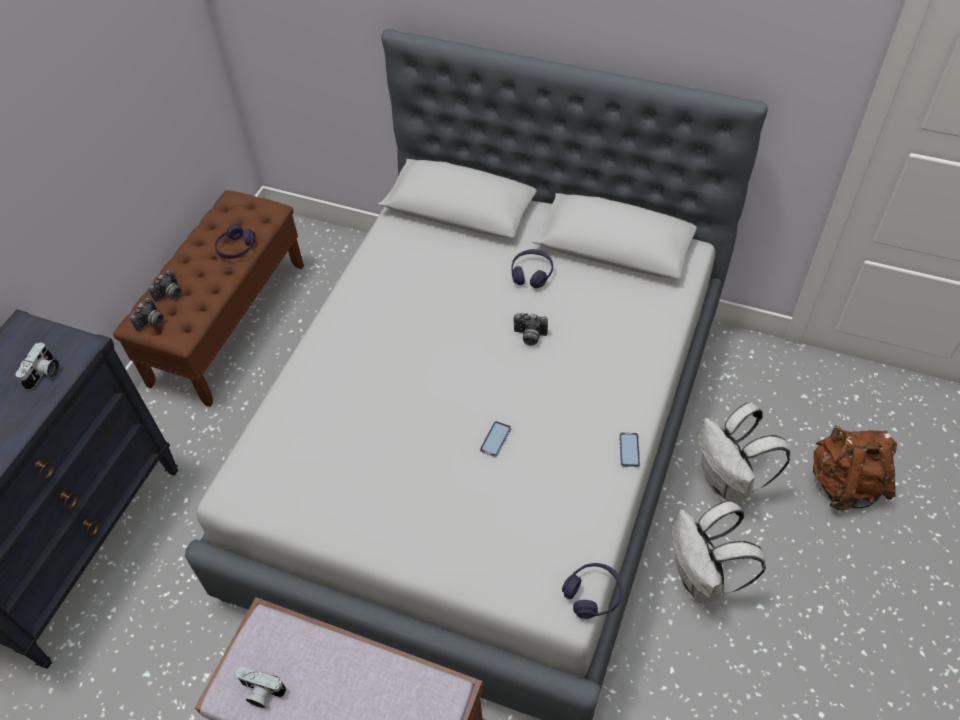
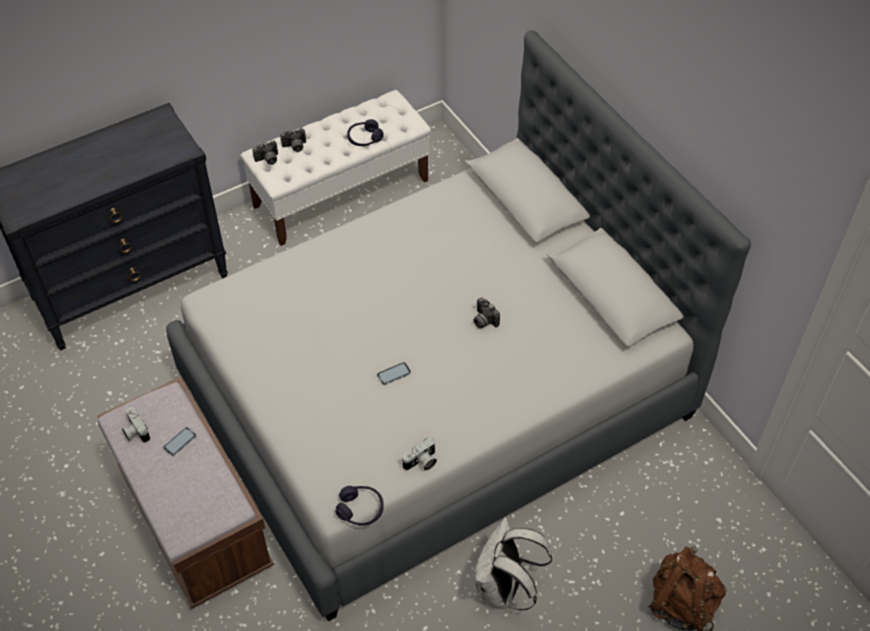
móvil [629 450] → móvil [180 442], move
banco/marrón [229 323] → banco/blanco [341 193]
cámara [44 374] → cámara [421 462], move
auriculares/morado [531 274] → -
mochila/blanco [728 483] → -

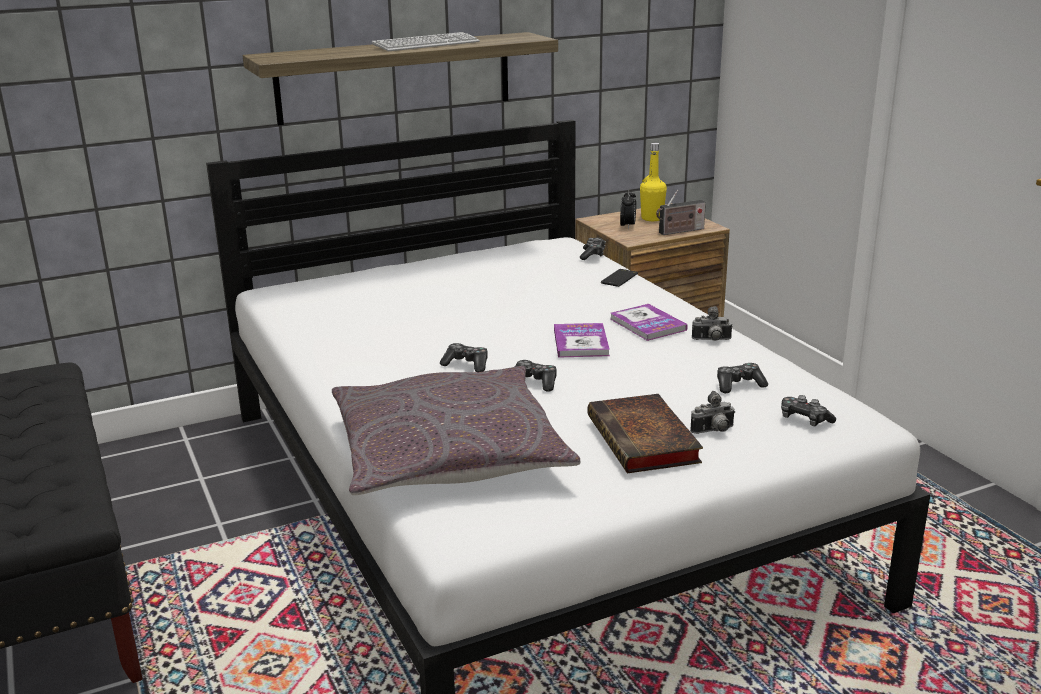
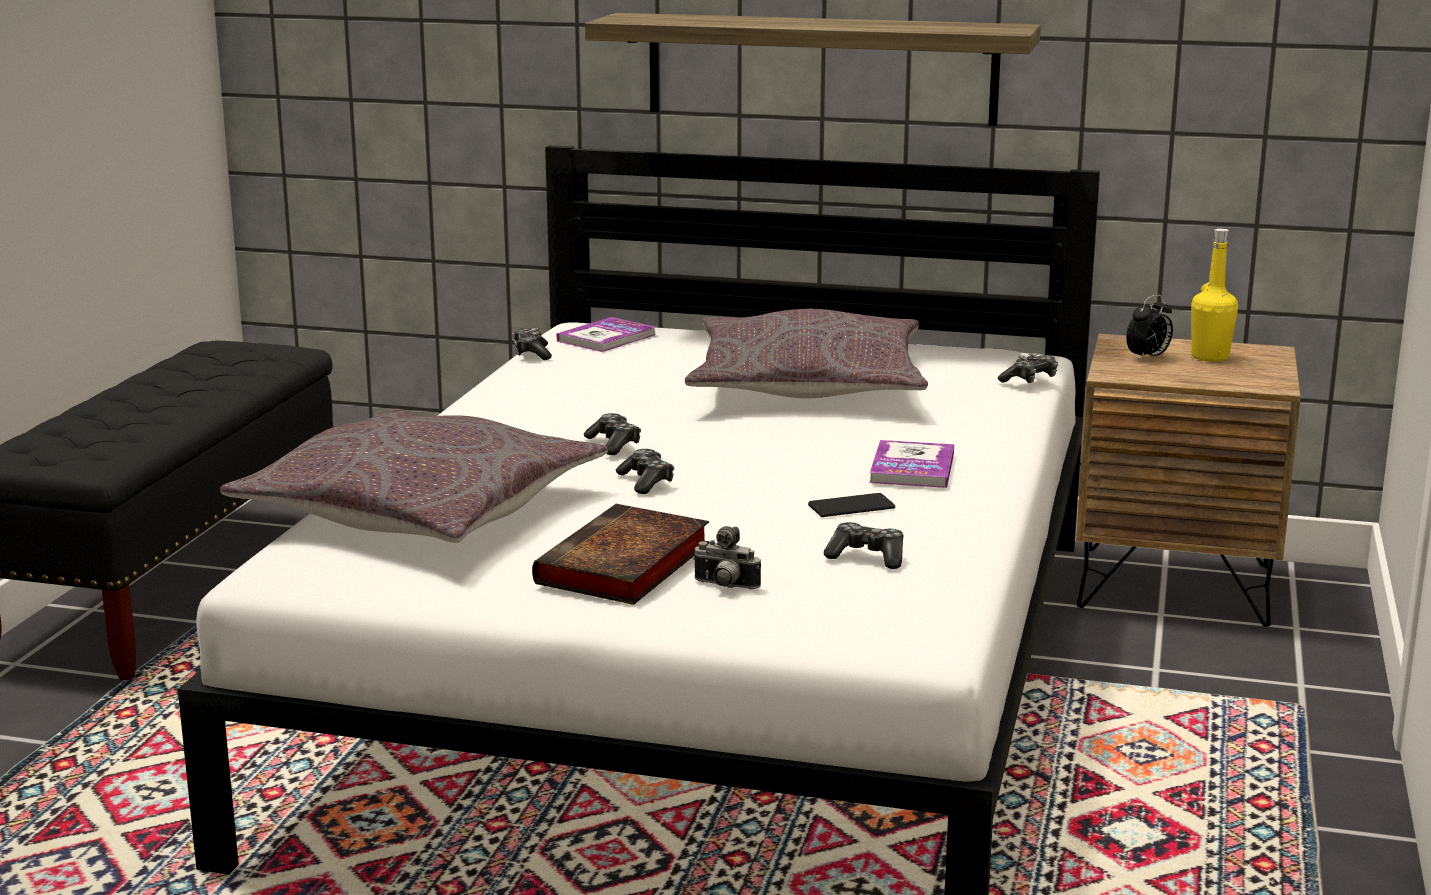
mando de consola [804 419] → mando de consola [531 353], move
libro [581 342] → libro [606 338], move
- → cojín/gris [807 385]
móvil [619 278] → móvil [851 507], move
teclado [426 44] → -
radio [679 231] → -
cámara [711 340] → -

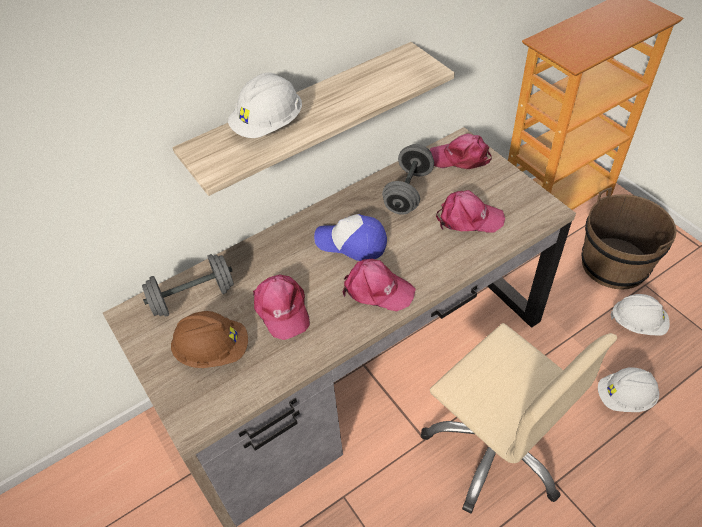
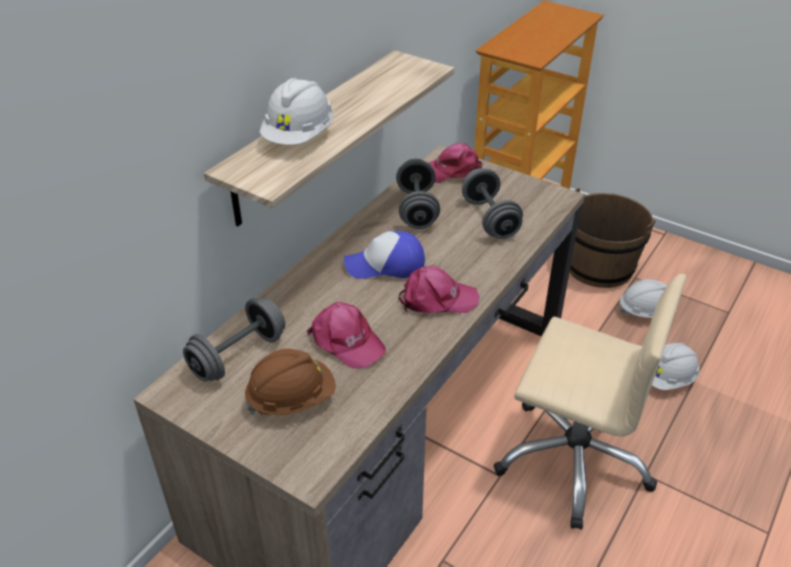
gorra/rosa [468 218] → mancuerna/gris [490 219]

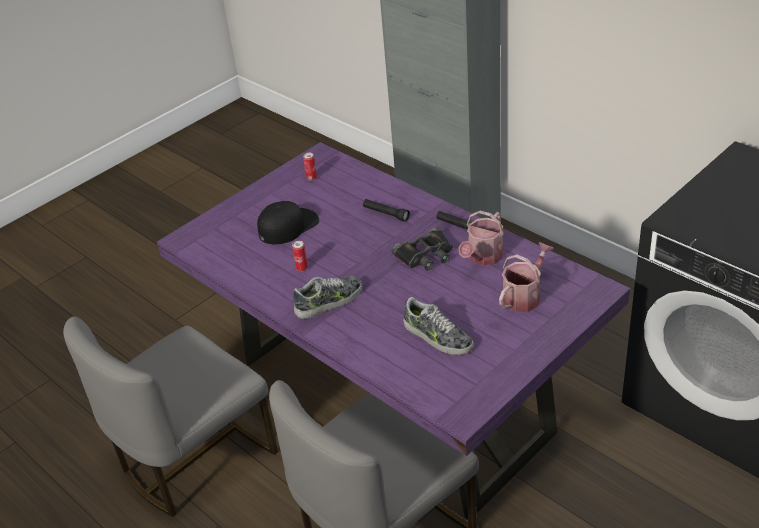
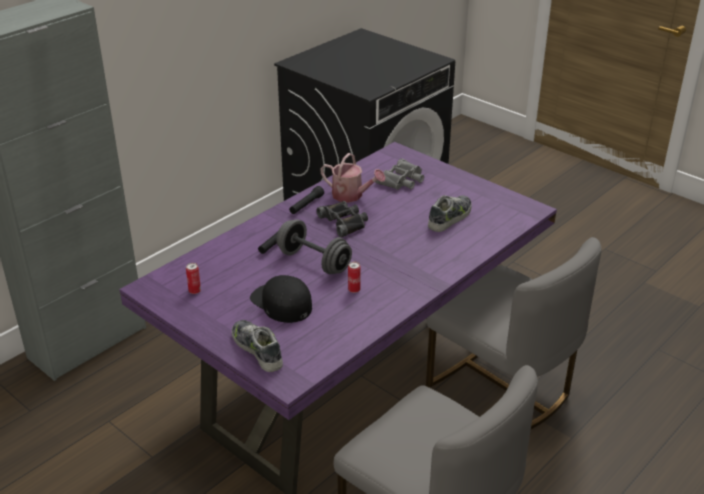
zapato [329 301] → zapato [258 350], move
- → mancuerna/gris [314 261]
regadera [524 296] → prismáticos/gris [402 180]

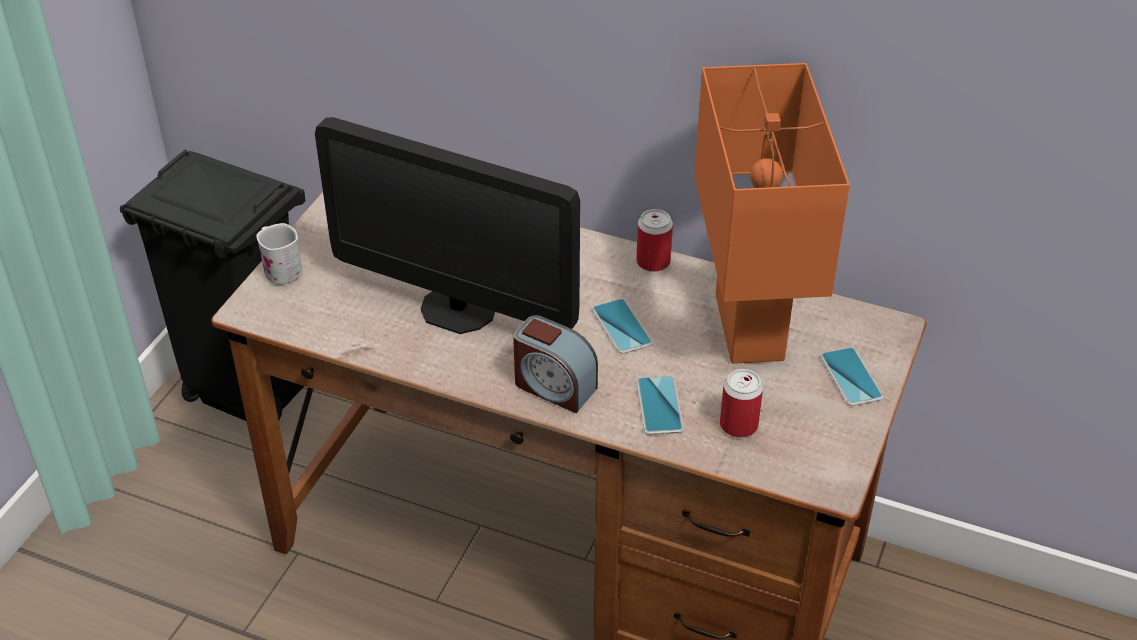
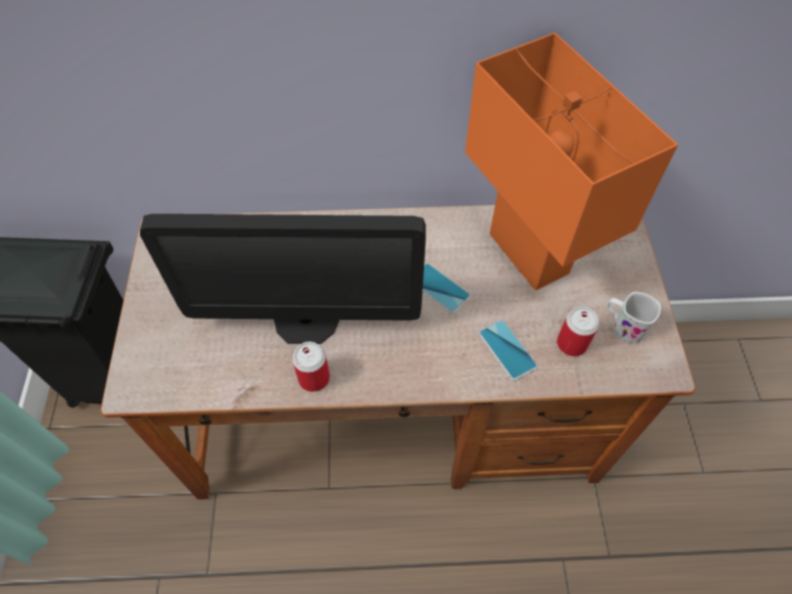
lata [653 262] → lata [314 378], move
taza grande/blanco [280 268] → taza grande/blanco [623 326], move
despertador [554 386] → -
móvil [850 377] → -

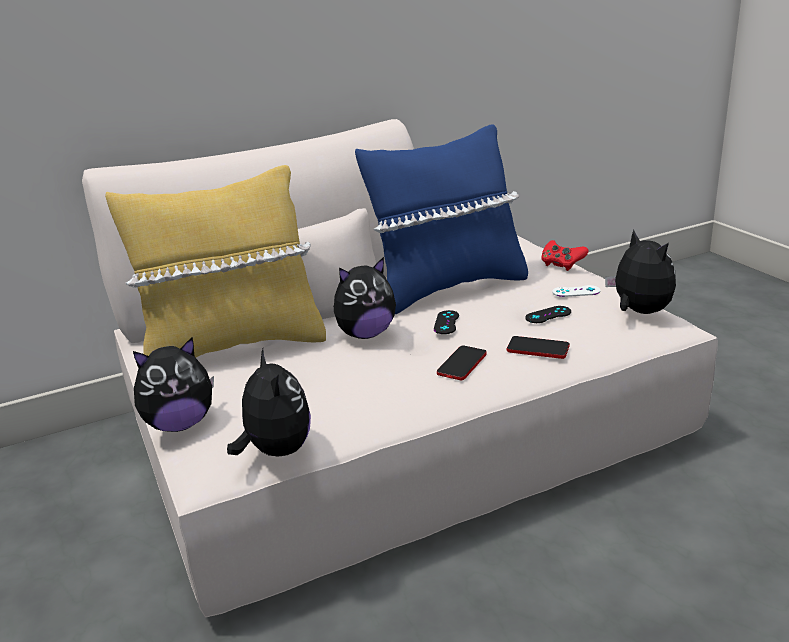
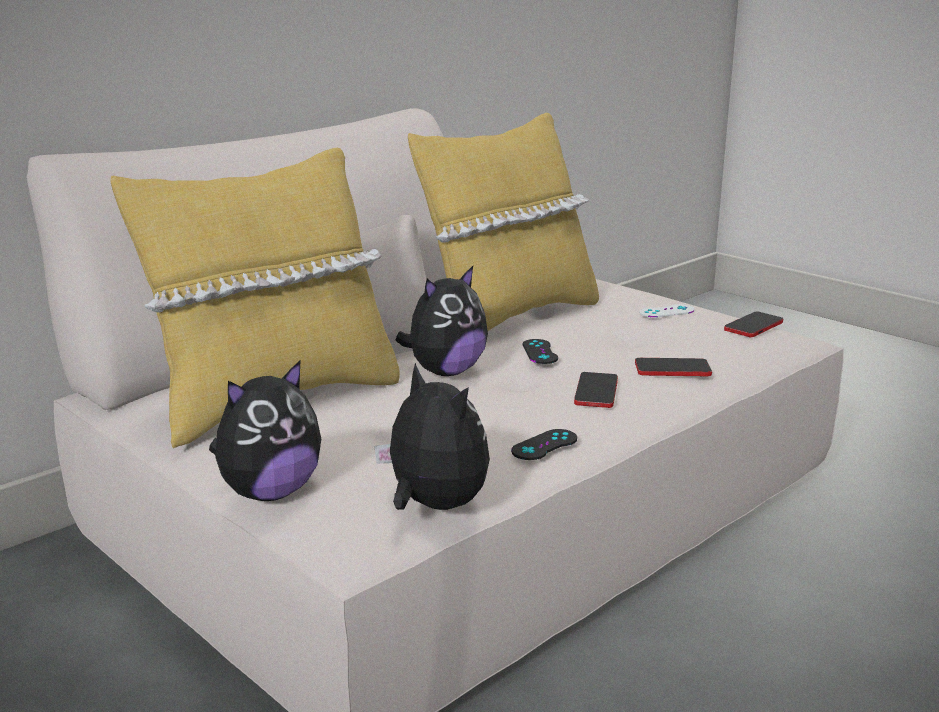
cojín/azul [448 288] → cojín/amarillo [508 318]
mando de consola/negro [548 315] → mando de consola/negro [544 445], move
peluche [639 312] → móvil [753 326]
mando de consola/rojo [561 265] → -

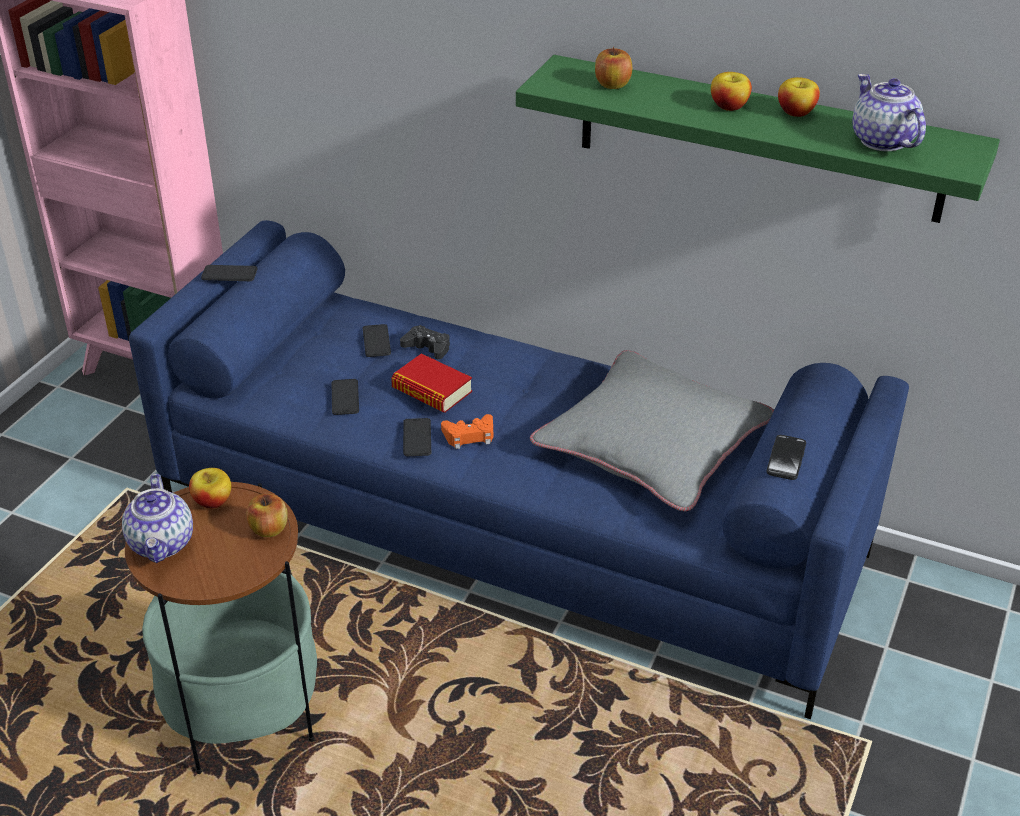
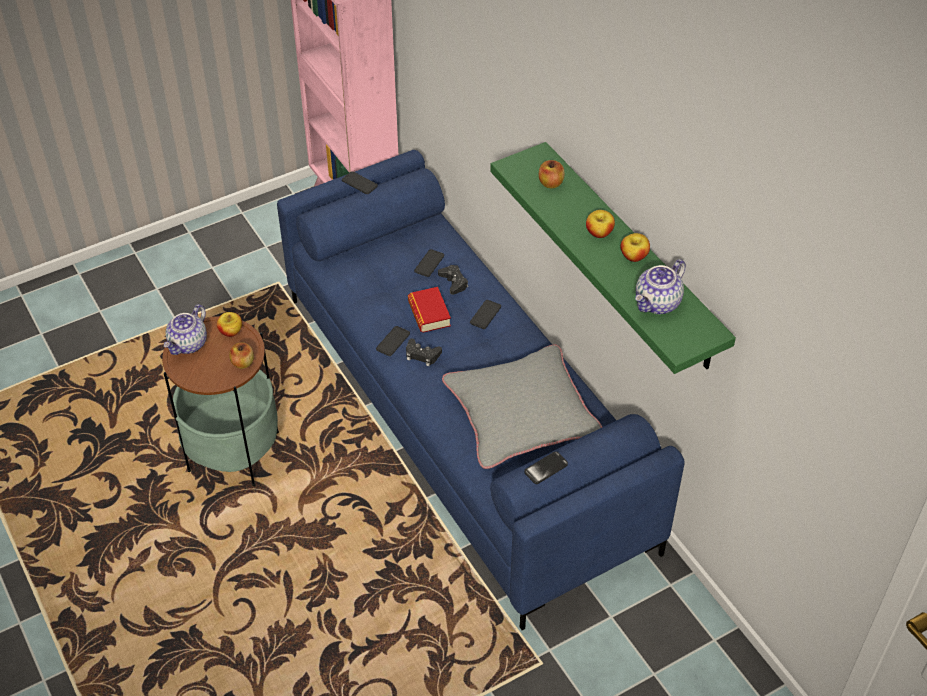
mando de consola/naranja [469 436] → mando de consola/negro [422 355]
móvil [345 397] → móvil [485 315], move
tetera [881 141] → tetera [658 303], 150 degrees counterclockwise

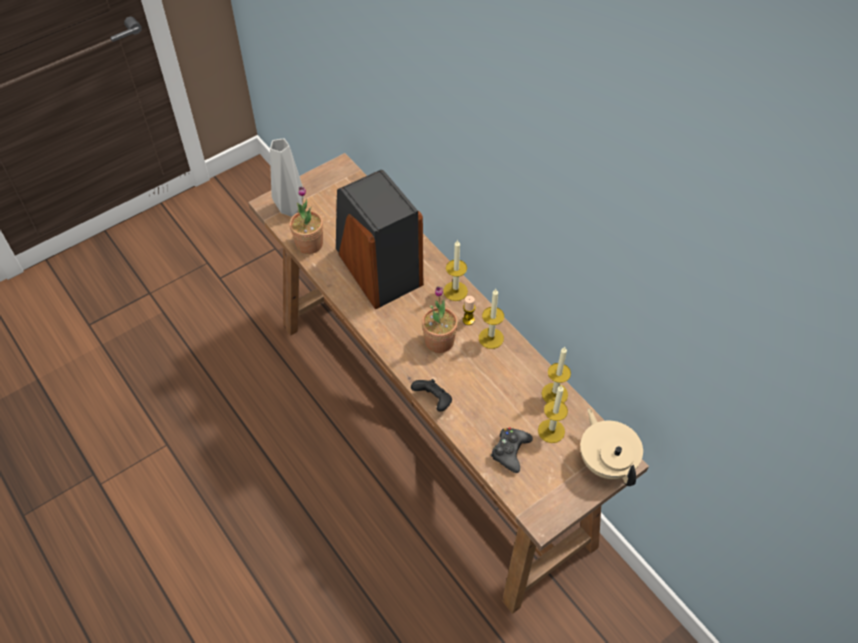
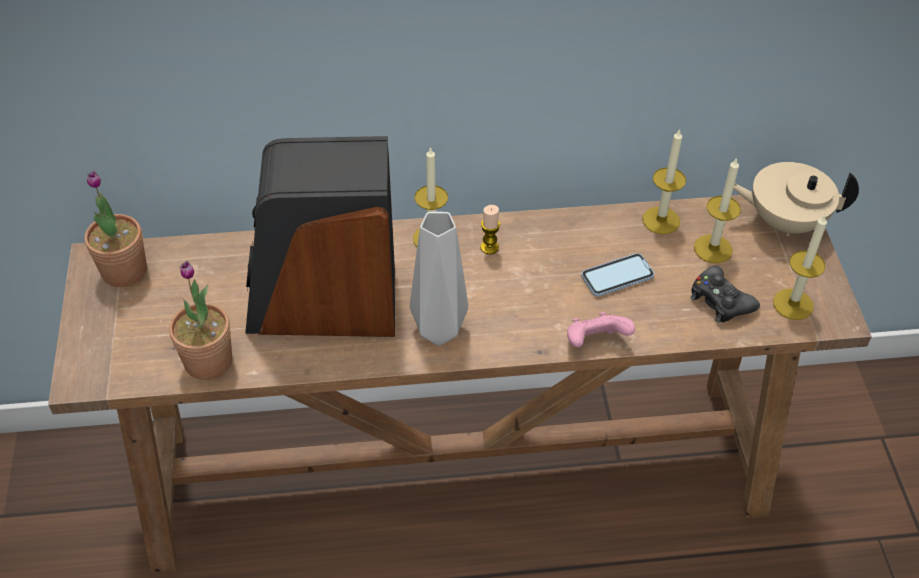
planta en maceta [439 341] → planta en maceta [124 271], move
florero/gris [289 208] → florero/gris [437 332], move
mando de consola/negro [433 401] → mando de consola/rosa [595 342]
- → móvil [617 276]
vela [491 338] → vela [793 304], move

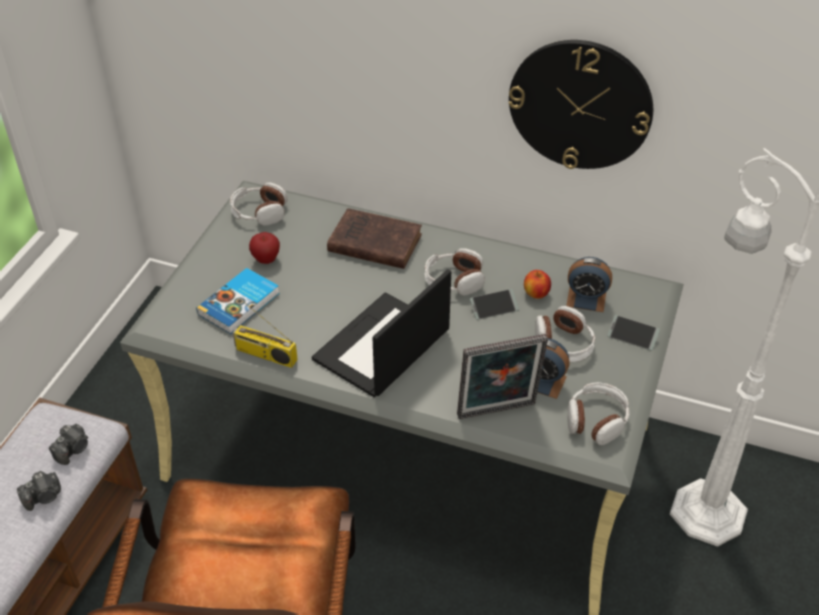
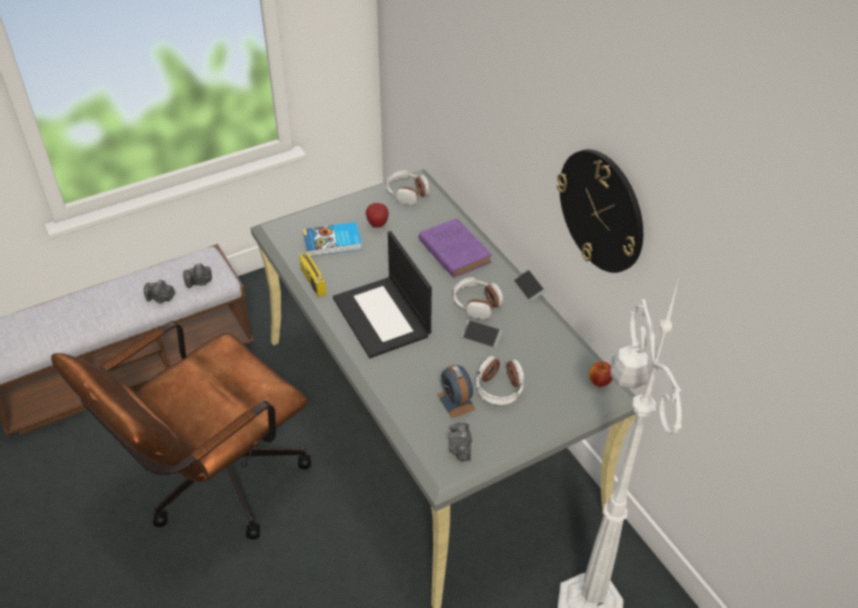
portátil [382 347] → portátil [383 317], 105 degrees counterclockwise
libro/marrón [372 243] → libro/morado [453 250]
auriculares [596 420] → cámara [460 448]
móvil [632 336] → móvil [528 288], move
manzana [536 294] → manzana [599 382], move
portarretratos [497 413] → -
despertador [586 299] → -

